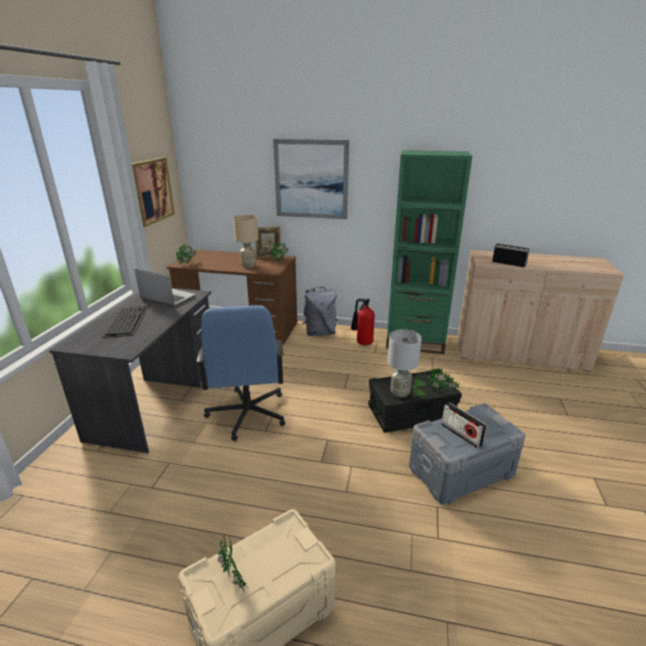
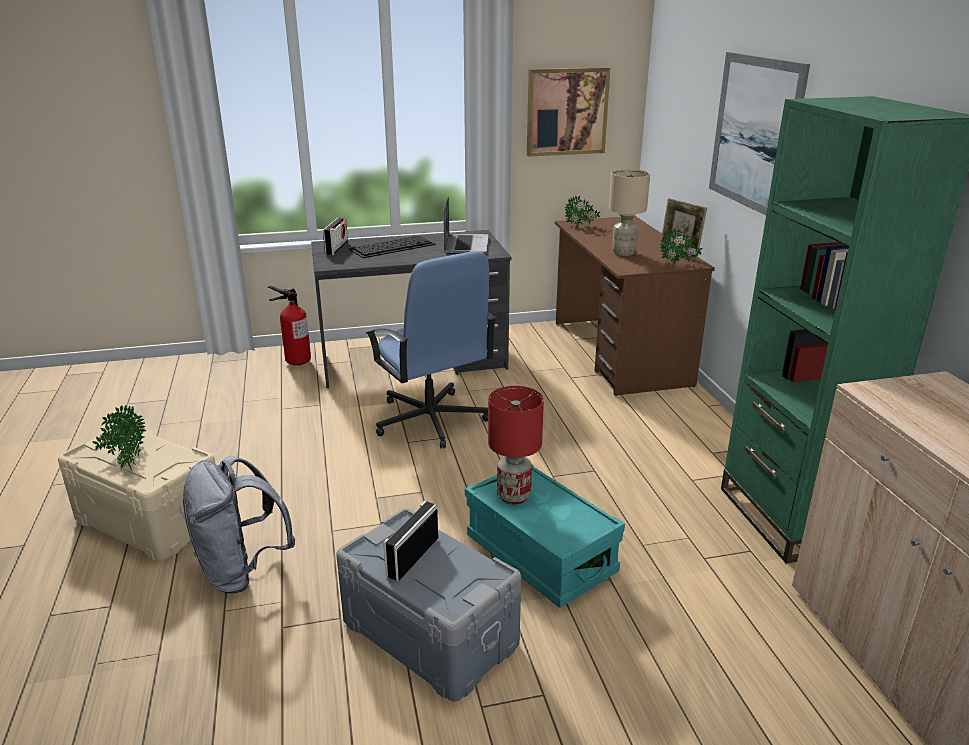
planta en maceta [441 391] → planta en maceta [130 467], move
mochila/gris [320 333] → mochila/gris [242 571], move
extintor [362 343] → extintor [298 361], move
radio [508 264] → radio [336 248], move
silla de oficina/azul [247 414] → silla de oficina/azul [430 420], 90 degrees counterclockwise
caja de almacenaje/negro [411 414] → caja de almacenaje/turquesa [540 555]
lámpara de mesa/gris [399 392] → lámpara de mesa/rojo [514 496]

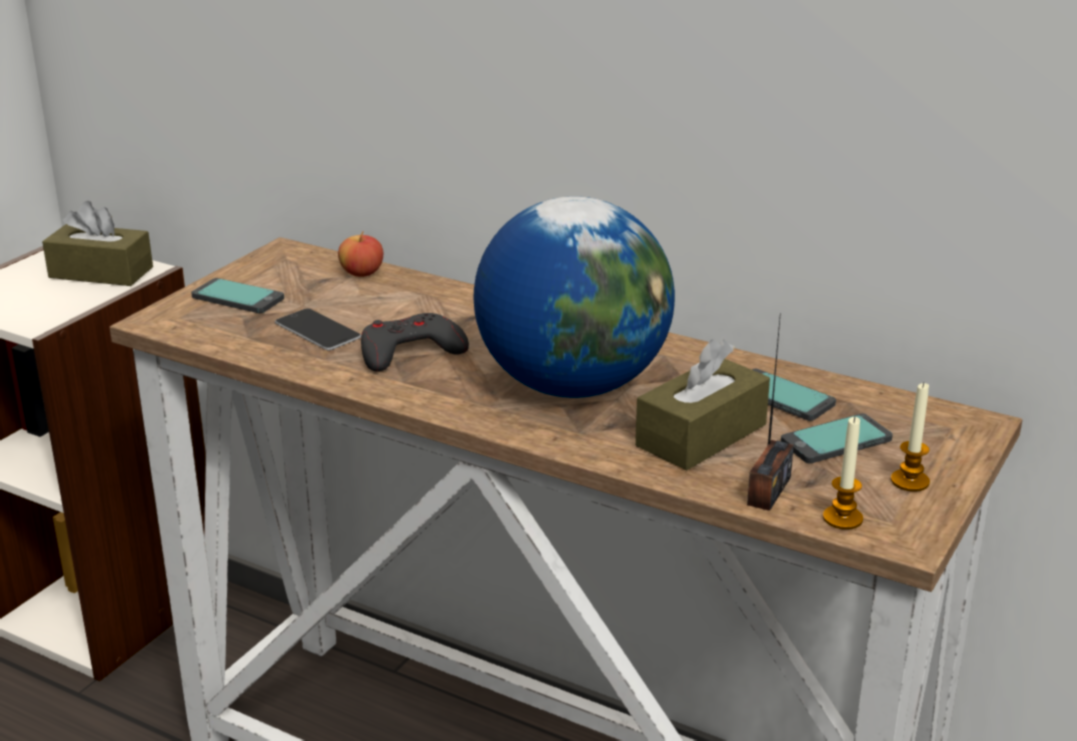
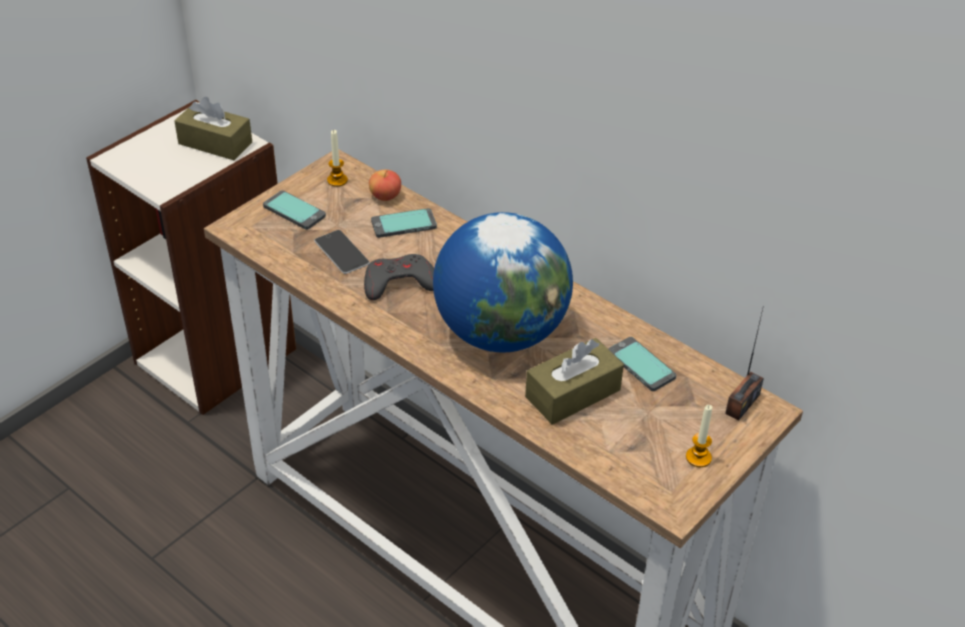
vela [842 518] → vela [337 180], move
móvil [836 441] → móvil [404 224], move
radio [768 490] → radio [742 404], move

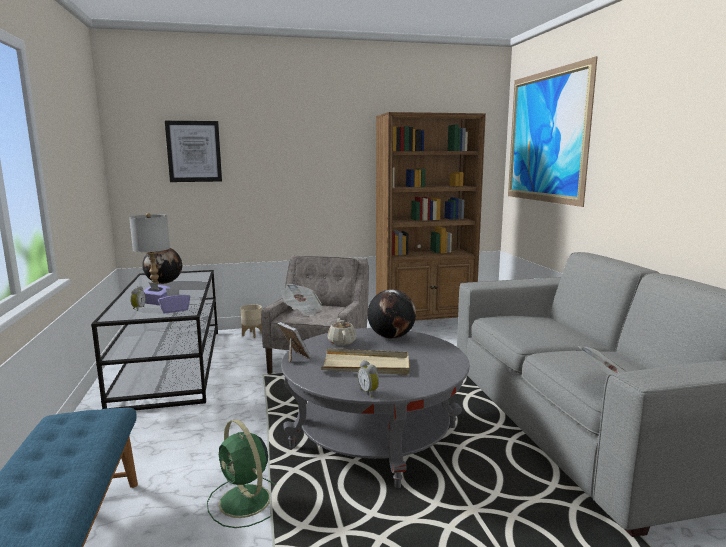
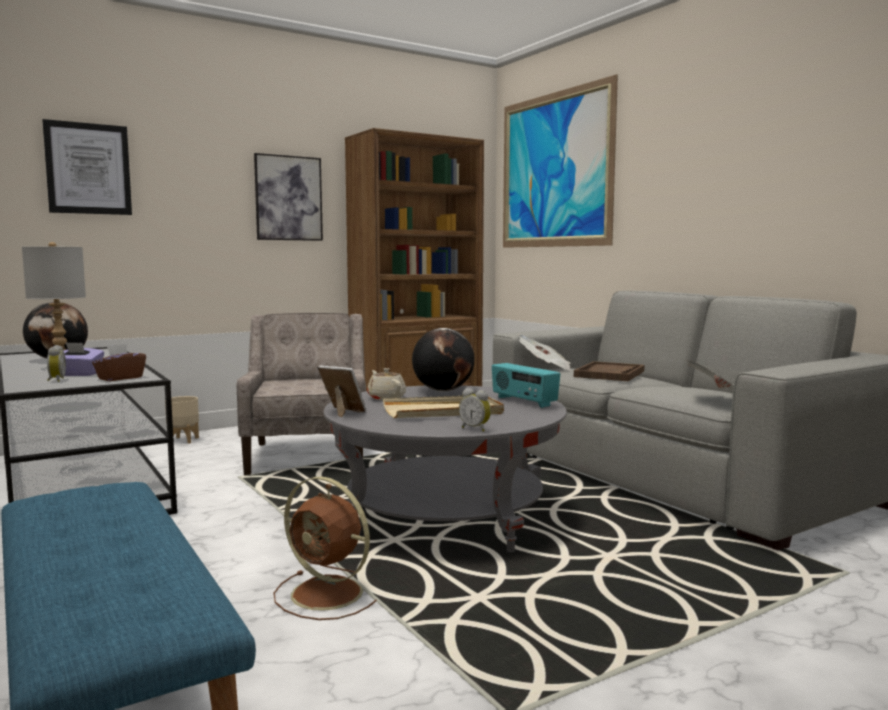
caja de pañuelos/morado [174 310] → caja de pañuelos/marrón [120 378]
- → cuadro [288 198]
ventilador/verde [246 502] → ventilador/marrón [329 594]
- → radio [523 402]
periódico [302 310] → periódico [545 368], move
- → bandeja/marrón [609 374]

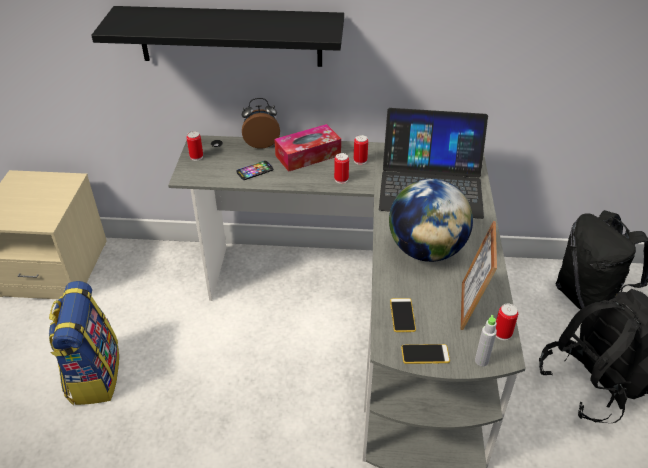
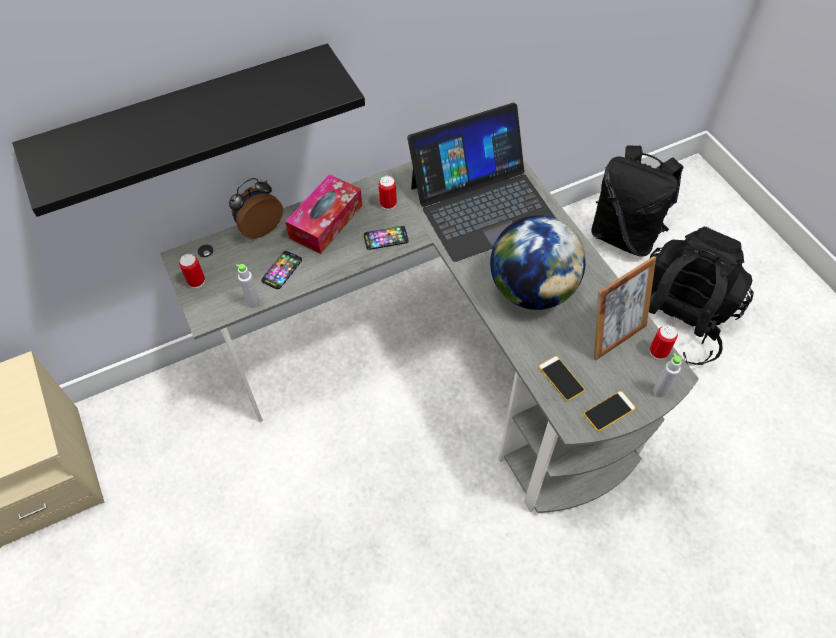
- → botella/gris [253 302]
lata [341 179] → móvil [386 238]
portarretratos [471 306] → portarretratos [614 336], 105 degrees counterclockwise
mochila [94 375] → -

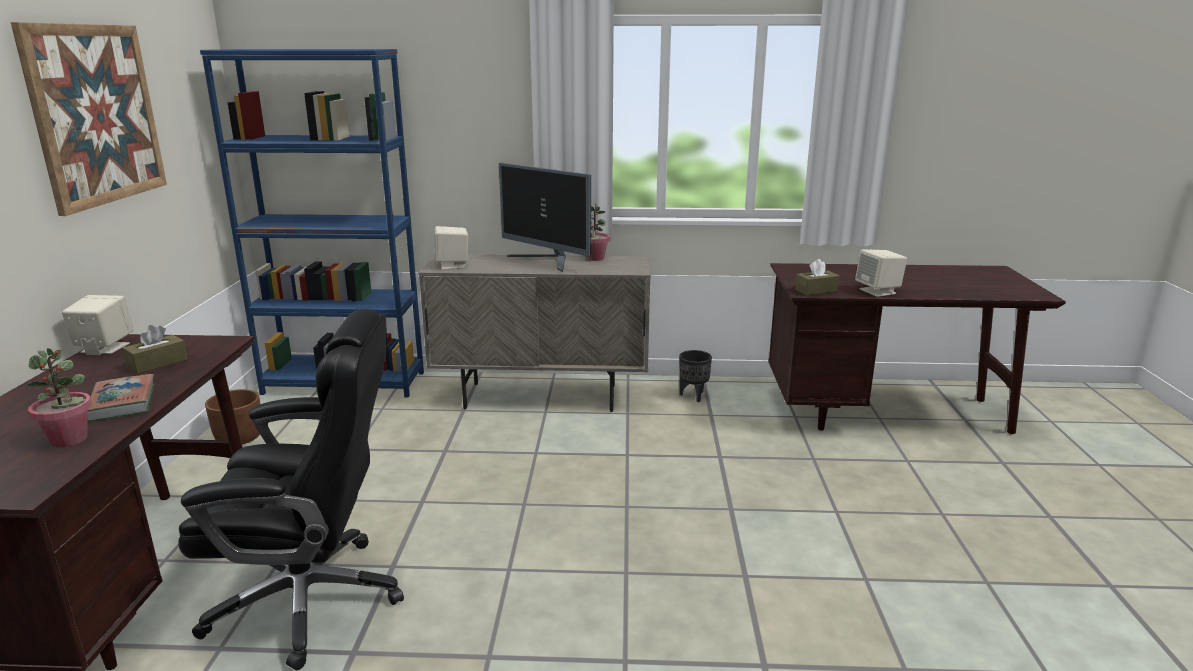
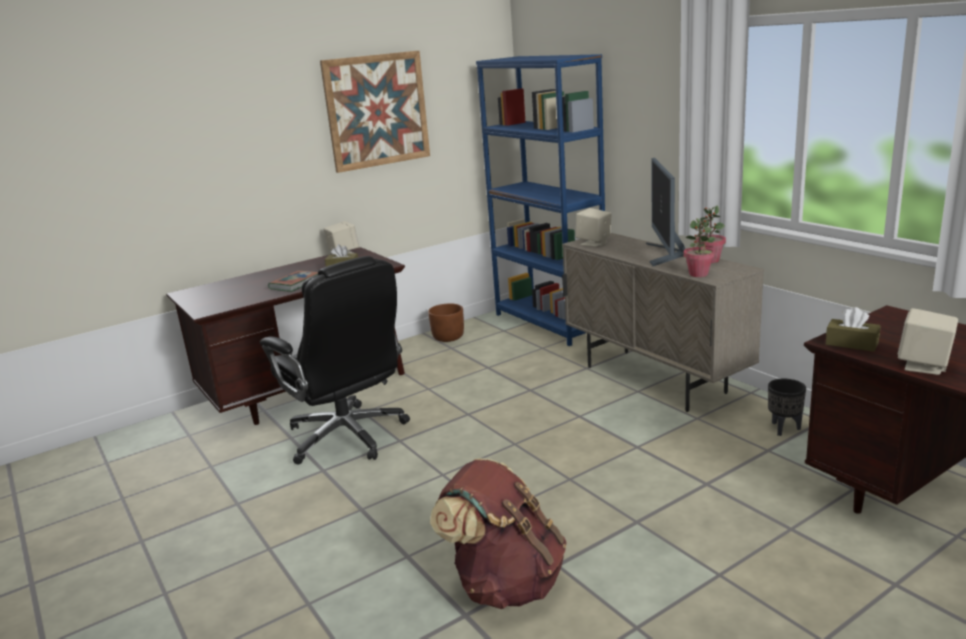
- → mochila/marrón [505 583]
planta en maceta [70 440] → planta en maceta [698 274], move

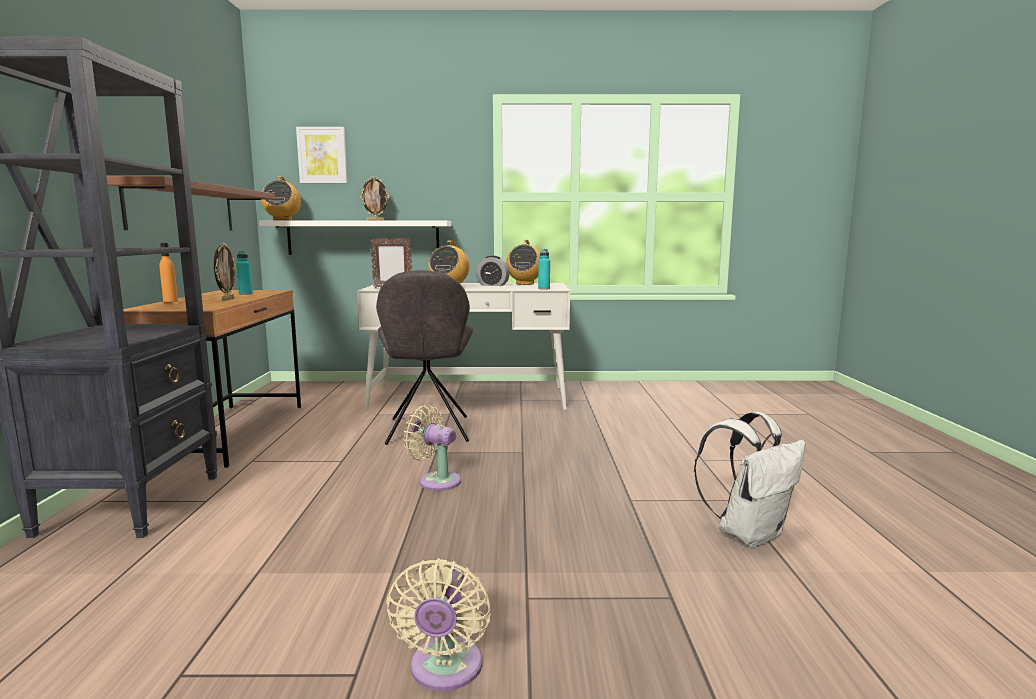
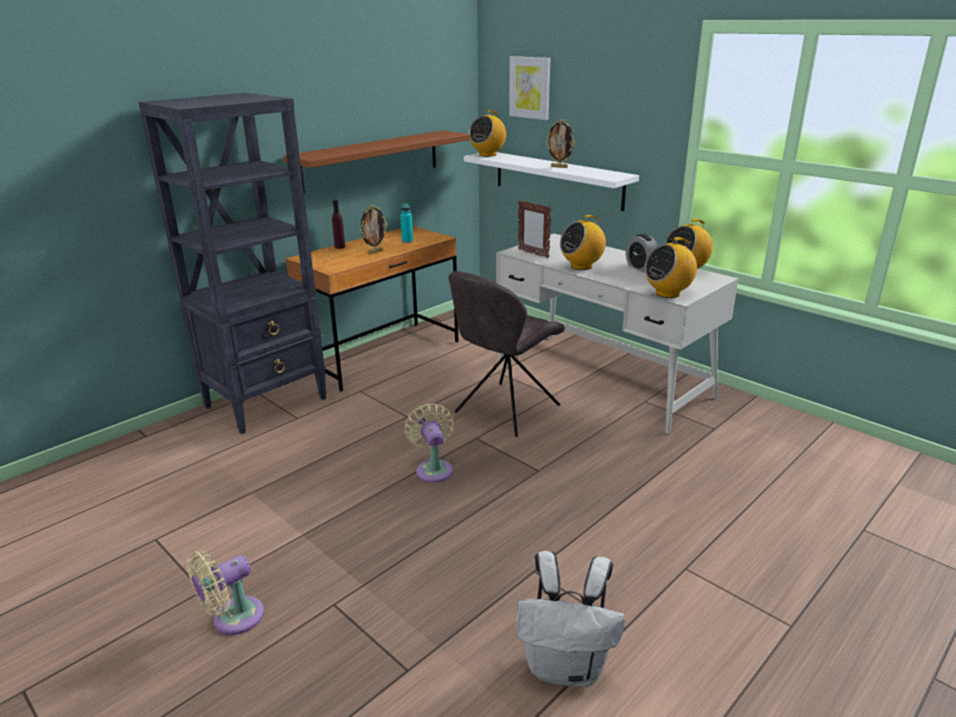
botella/naranja [170 301] → botella/morado [340 247]
botella/turquesa [544 289] → radio [668 293]

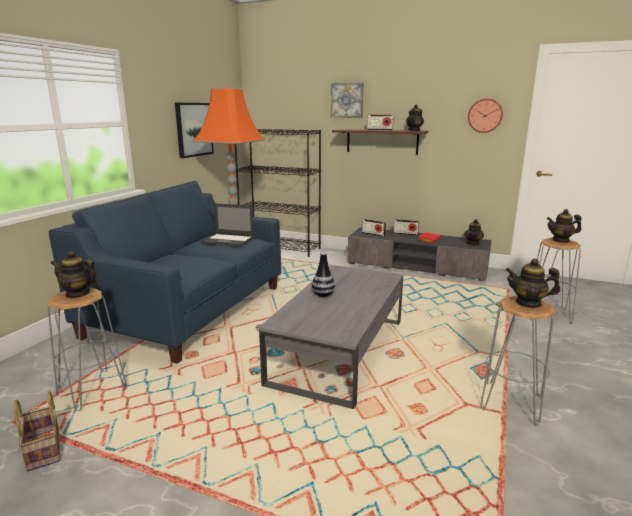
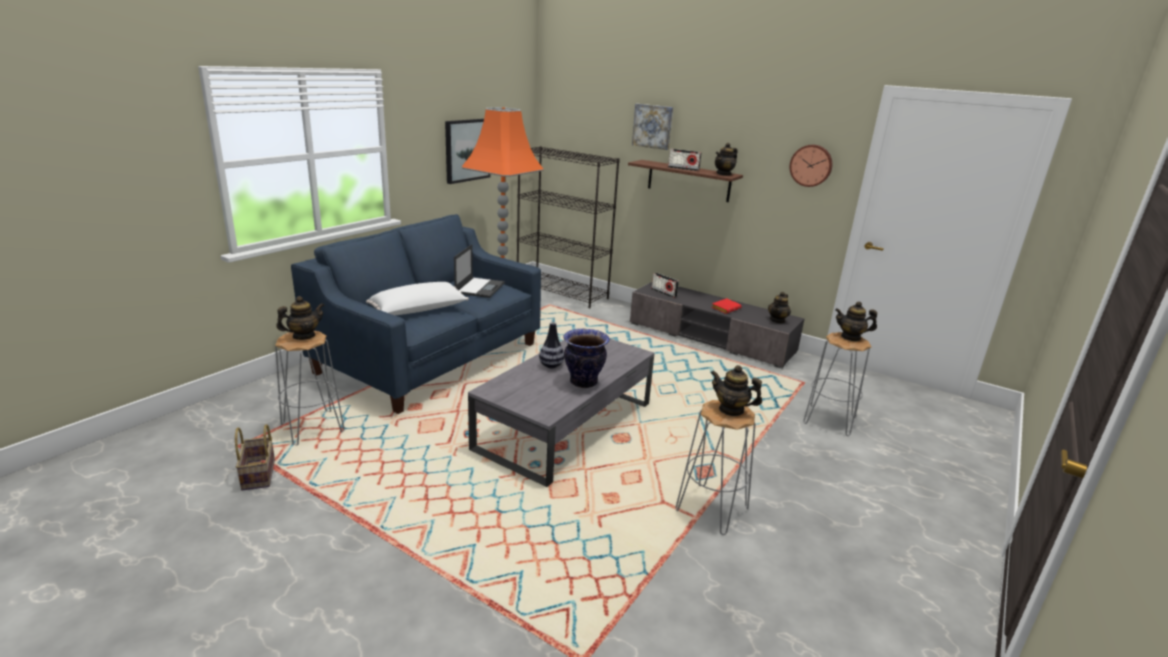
tetera [78 293] → tetera [303 336], 120 degrees clockwise
- → cojín/blanco [419 311]
portátil [229 240] → portátil [480 287], 105 degrees counterclockwise
- → florero [583 382]
radio [405 234] → -

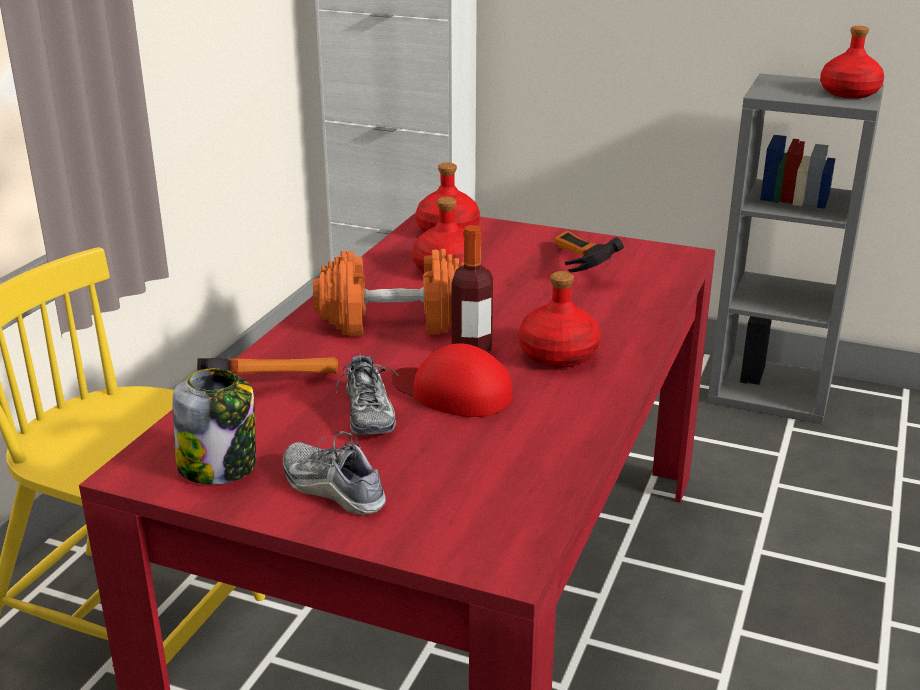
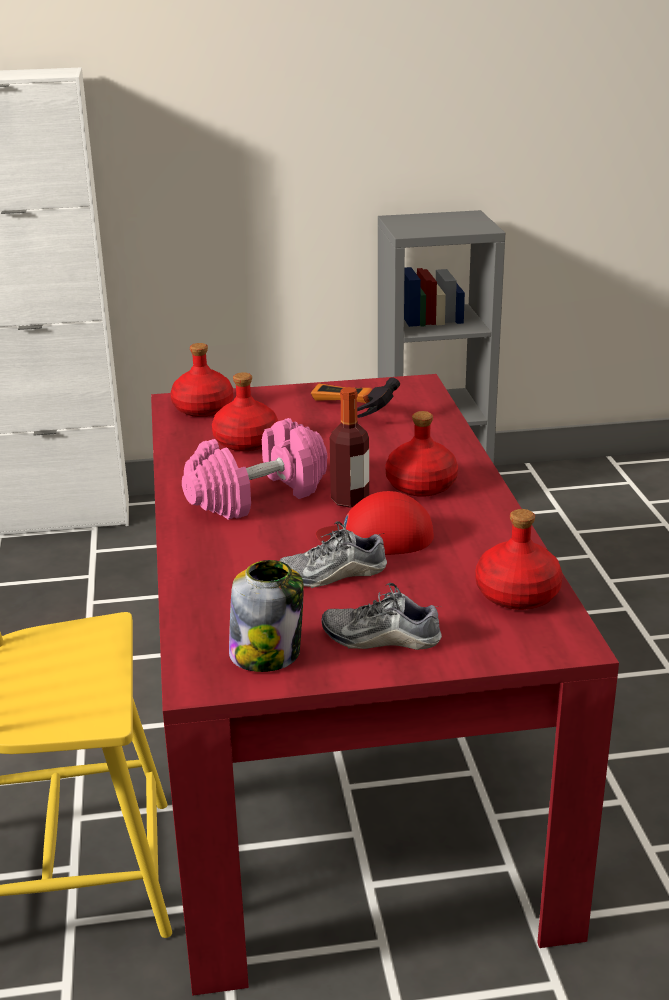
mancuerna/naranja [394 321] → mancuerna/rosa [257 496]
zapato [368 413] → zapato [333 574], 120 degrees clockwise
botella/rojo [849 93] → botella/rojo [517 595], move
martillo [267 384] → -

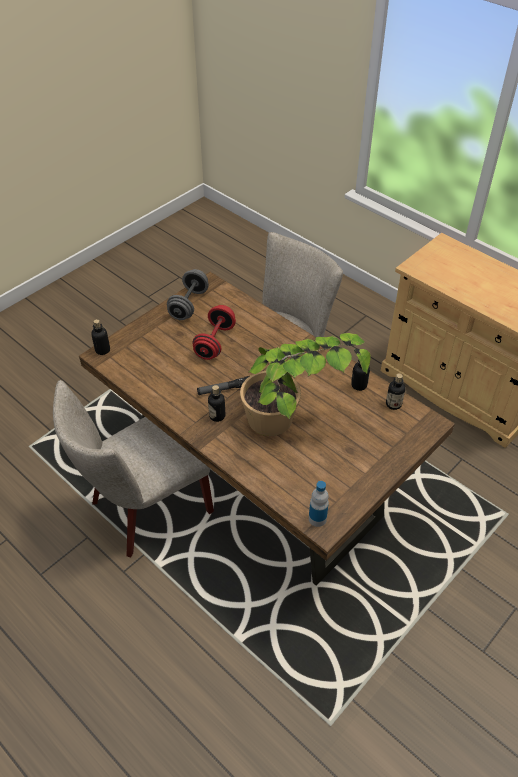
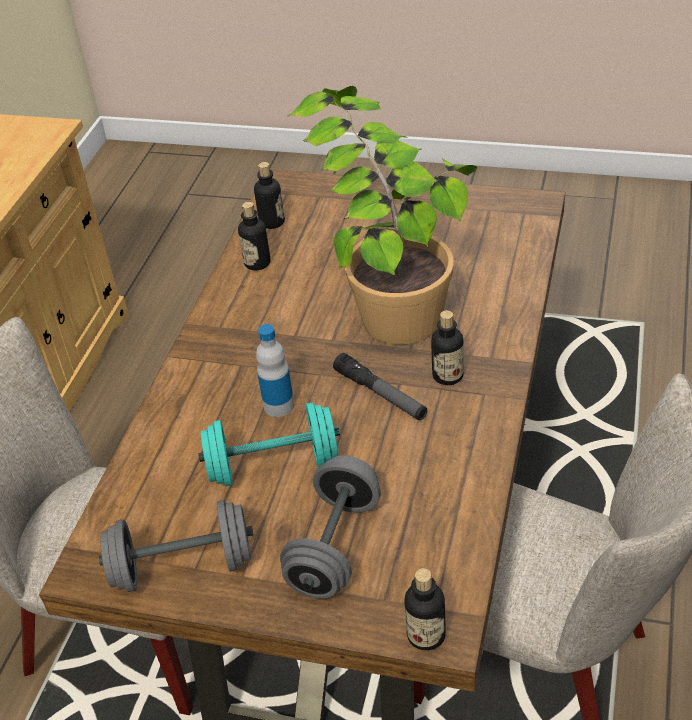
mancuerna/rojo [215 342] → mancuerna/turquesa [273 466]
botella [317 519] → botella [279 406], move
- → mancuerna/gris [334 546]

